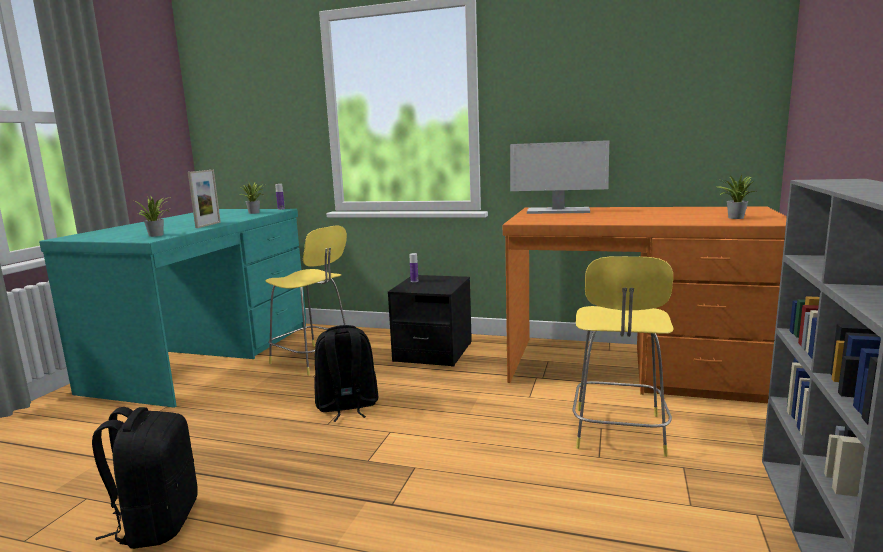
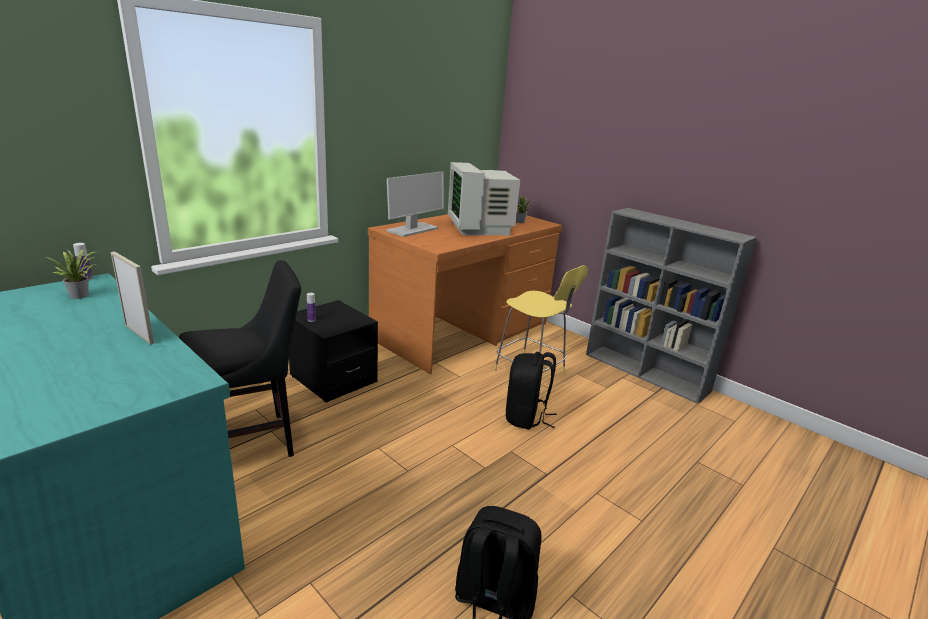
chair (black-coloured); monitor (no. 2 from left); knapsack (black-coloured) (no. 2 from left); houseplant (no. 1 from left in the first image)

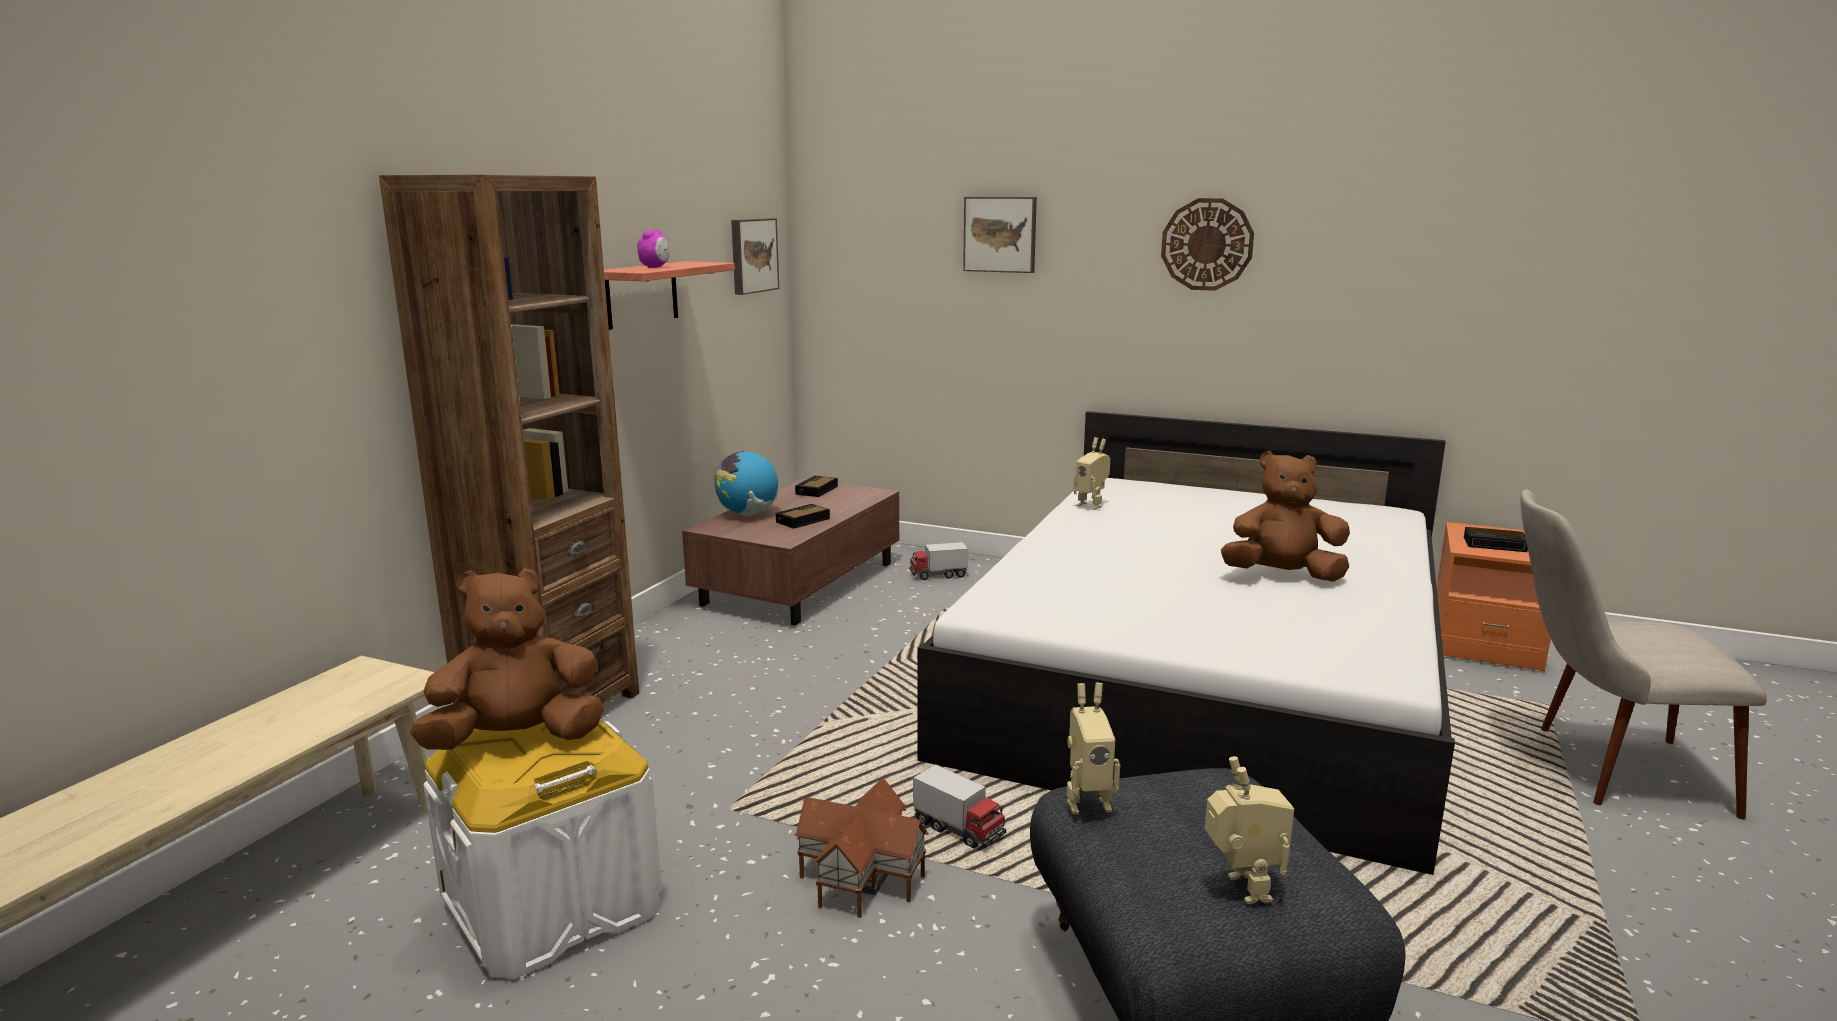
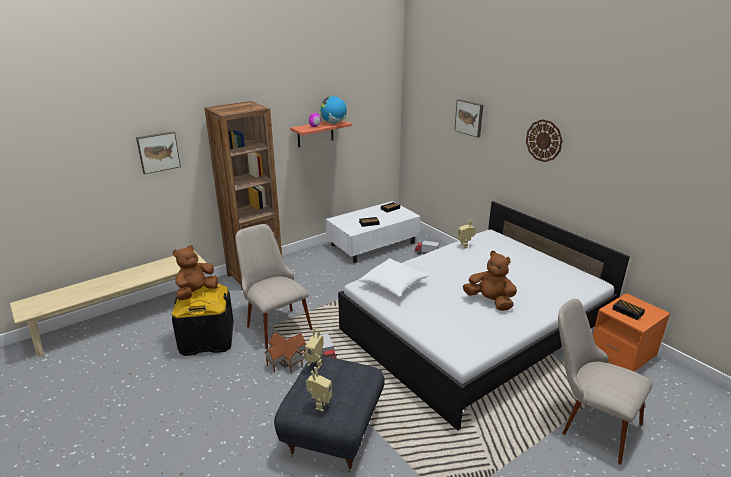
wall picture (no. 1 from left); storage bin (black-coloured); plush toy (brown-coloured) (no. 1 from left); chair (beige) (no. 1 from left); world globe; low table (white); cushion (white)

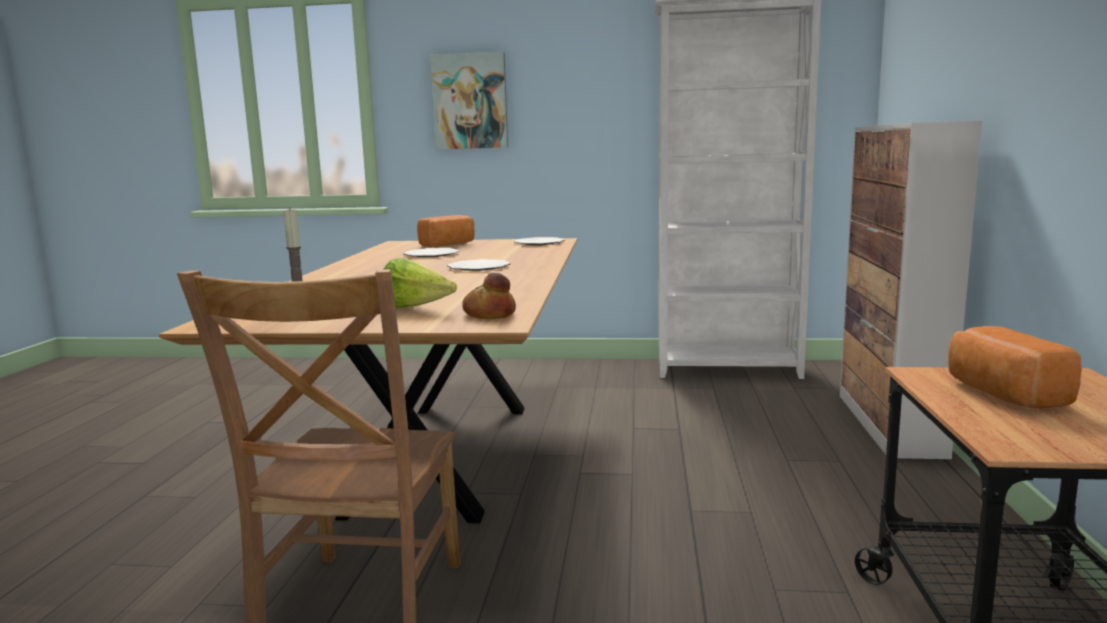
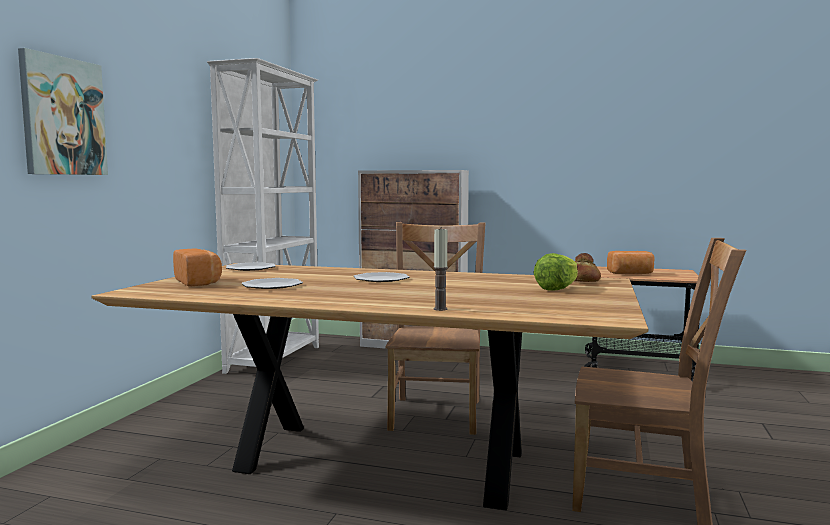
chair (brown-coloured) (no. 1 from left)

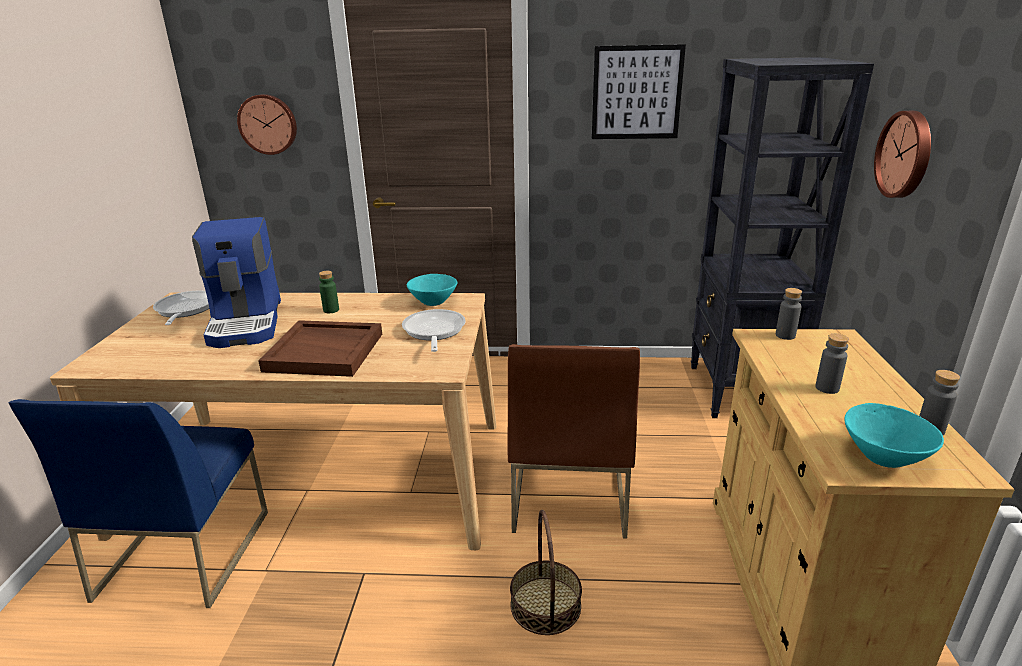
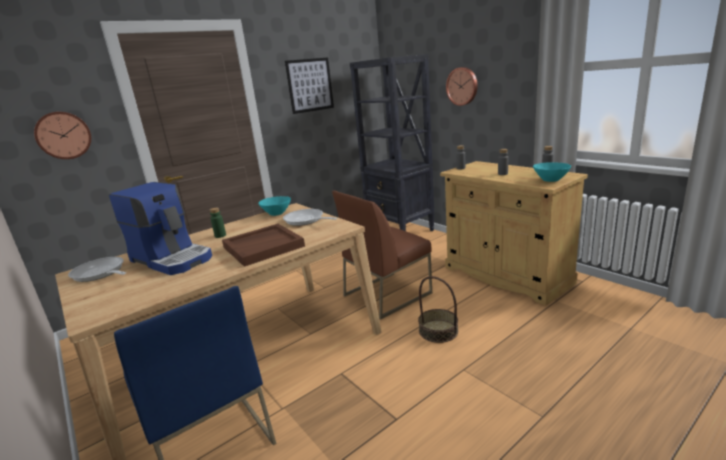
chair (brown-coloured)

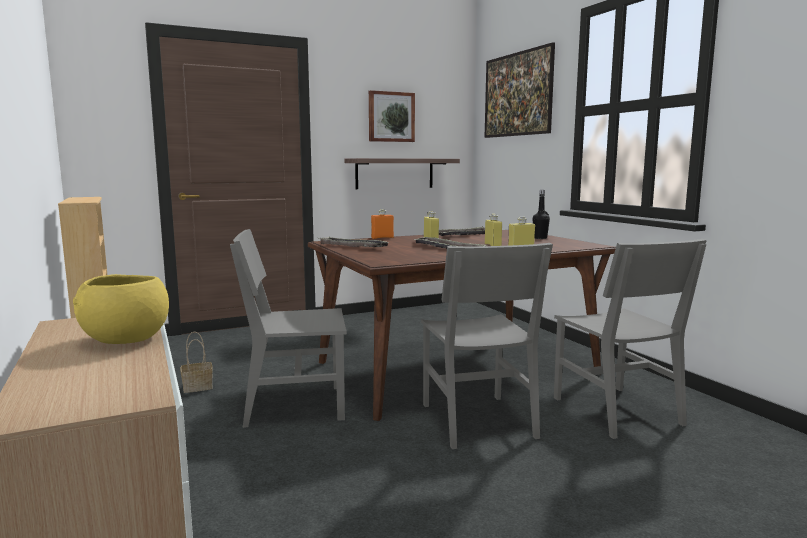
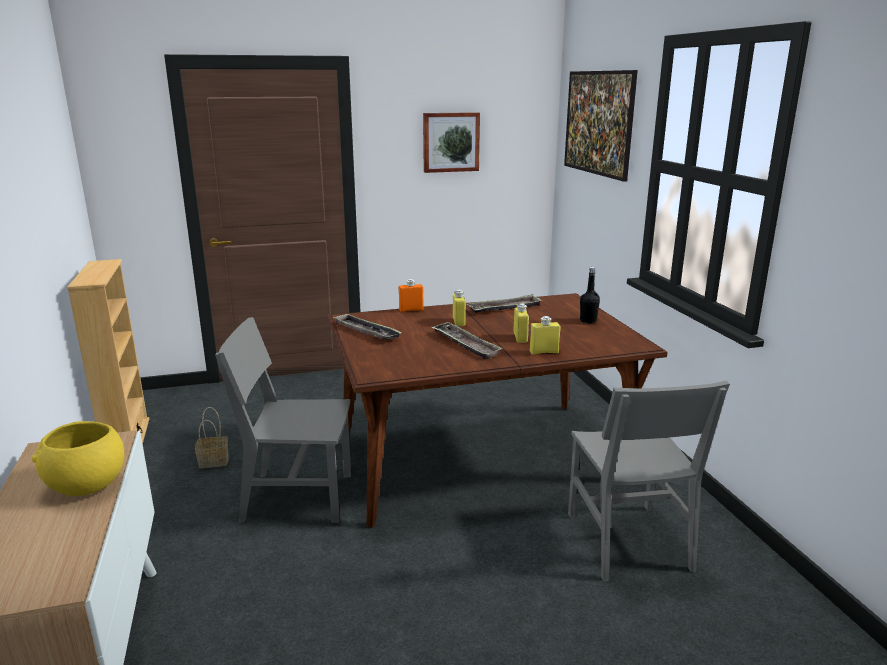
shelf; chair (grey) (no. 2 from left in the first image)

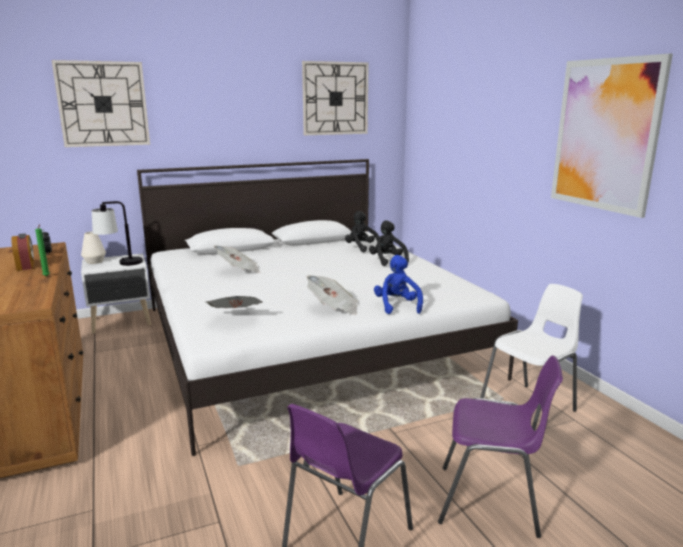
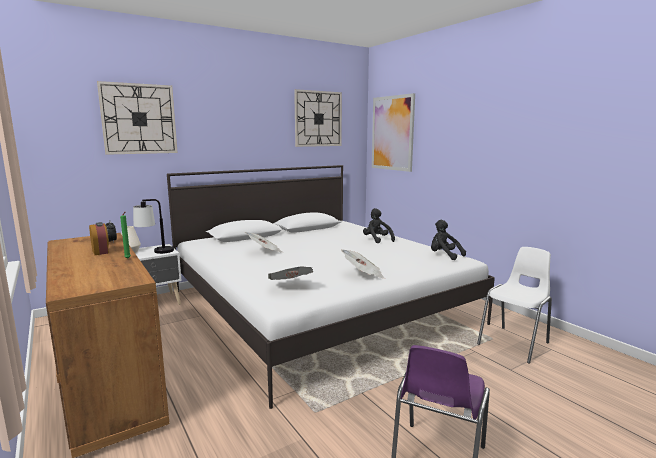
wall picture; plush toy (black-coloured) (no. 2 from left); plush toy (blue-coloured); chair (purple-coloured) (no. 2 from left in the first image)

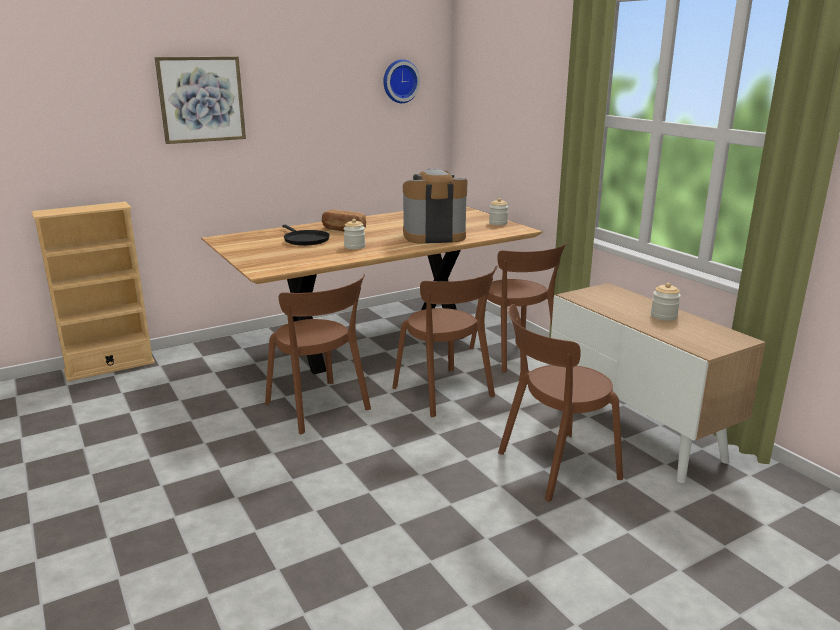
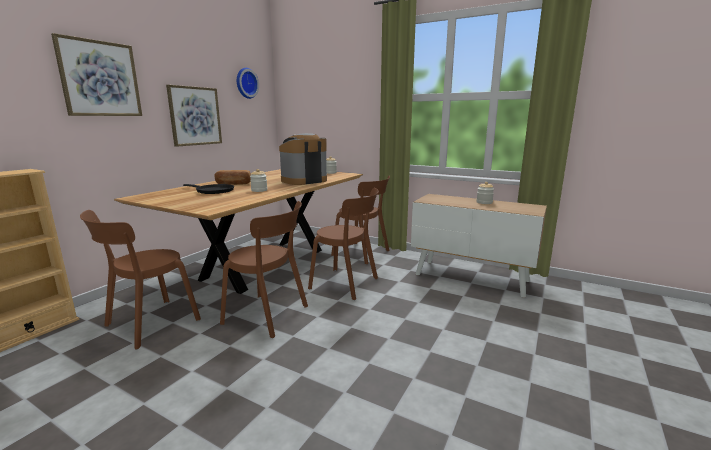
chair (brown-coloured) (no. 1 from left); wall picture (no. 2 from left)

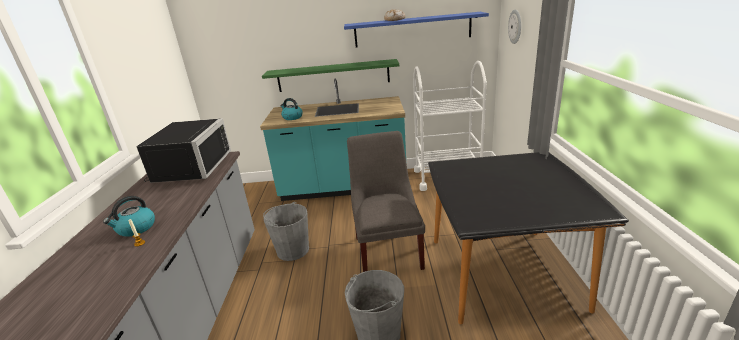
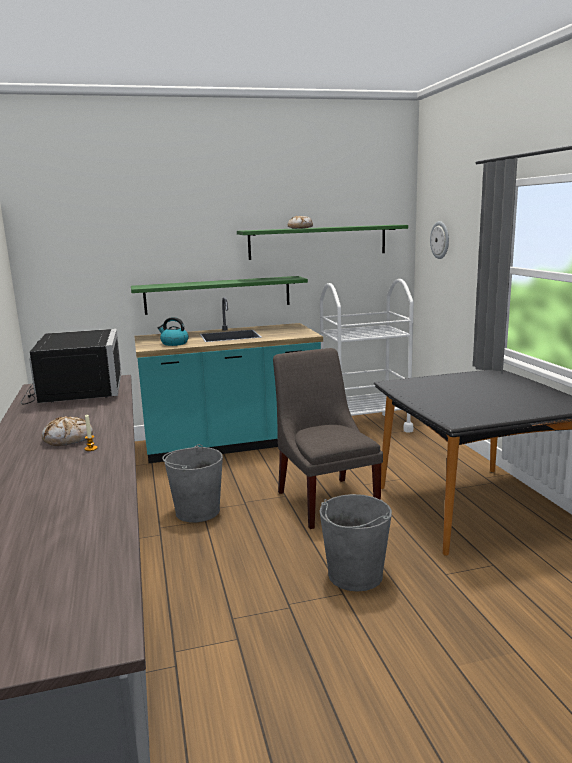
baked bread (no. 1 from left); shelf (green-coloured) (no. 2 from left)

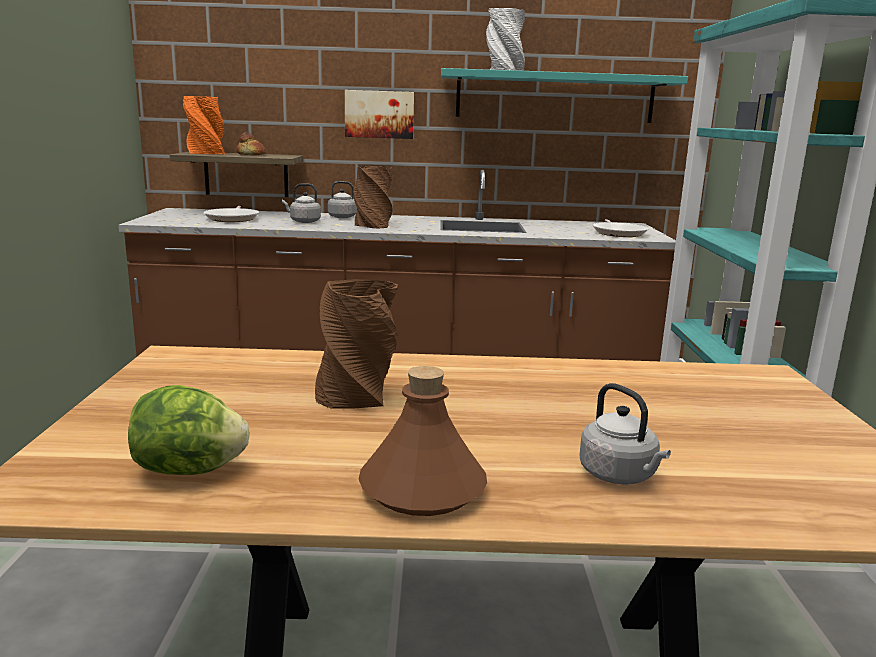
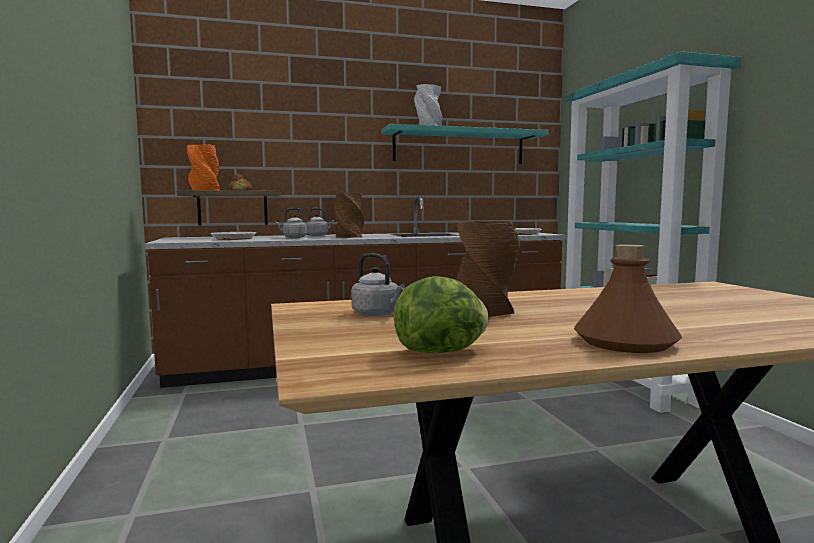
kettle (grey) (no. 3 from left); wall picture

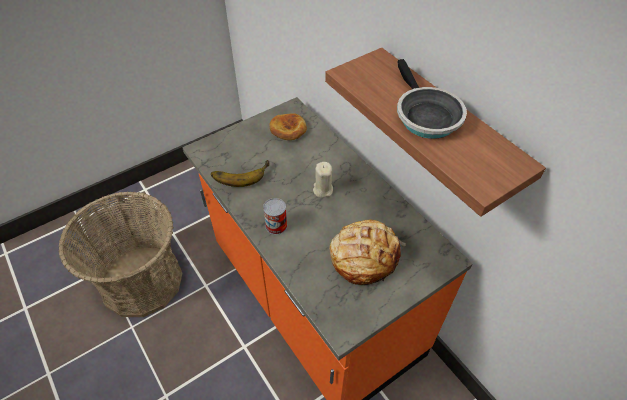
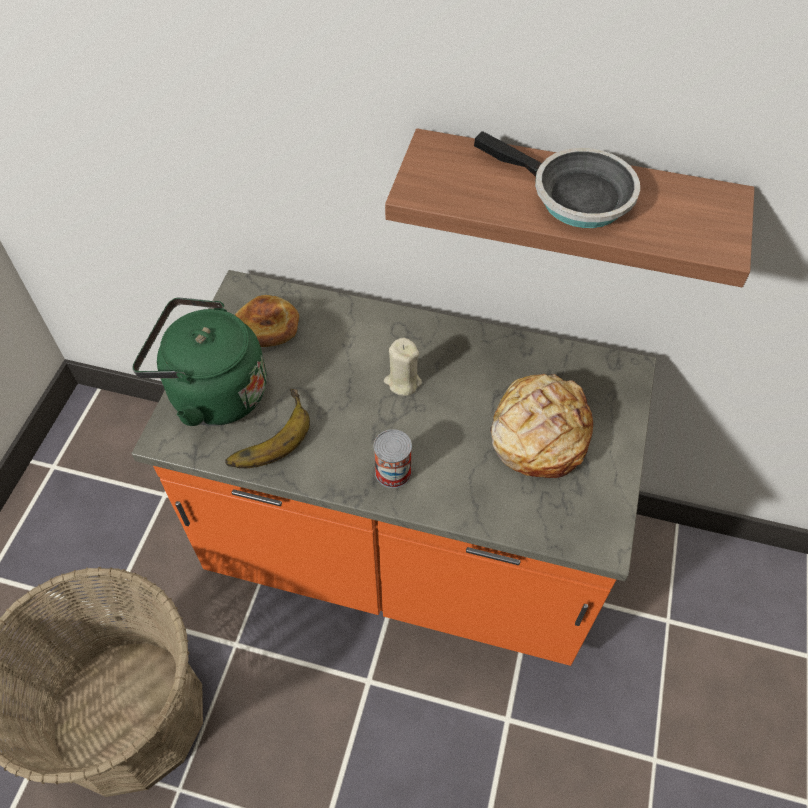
kettle (green-coloured)

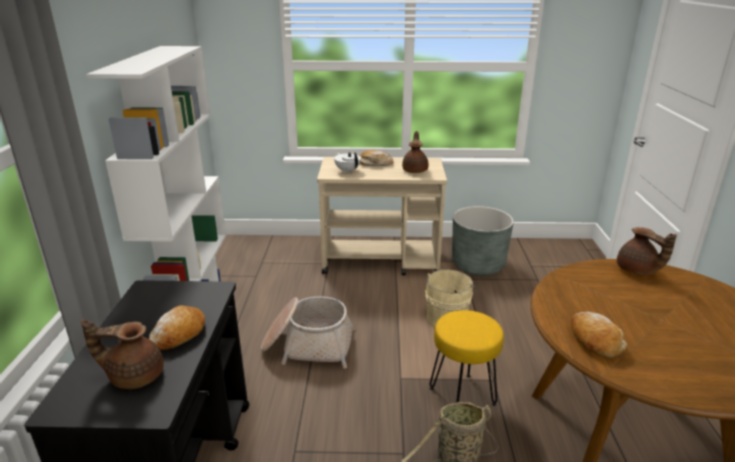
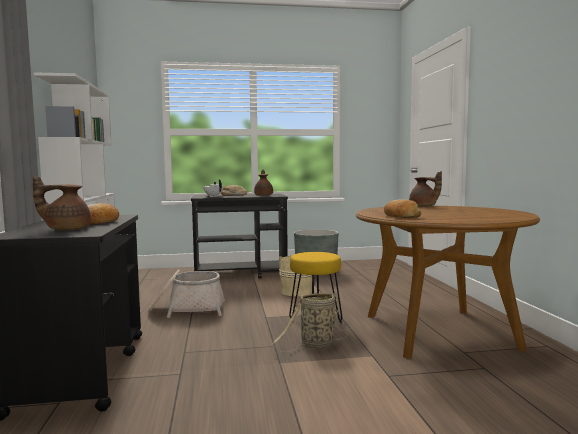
trolley (black-coloured) (no. 2 from left)

